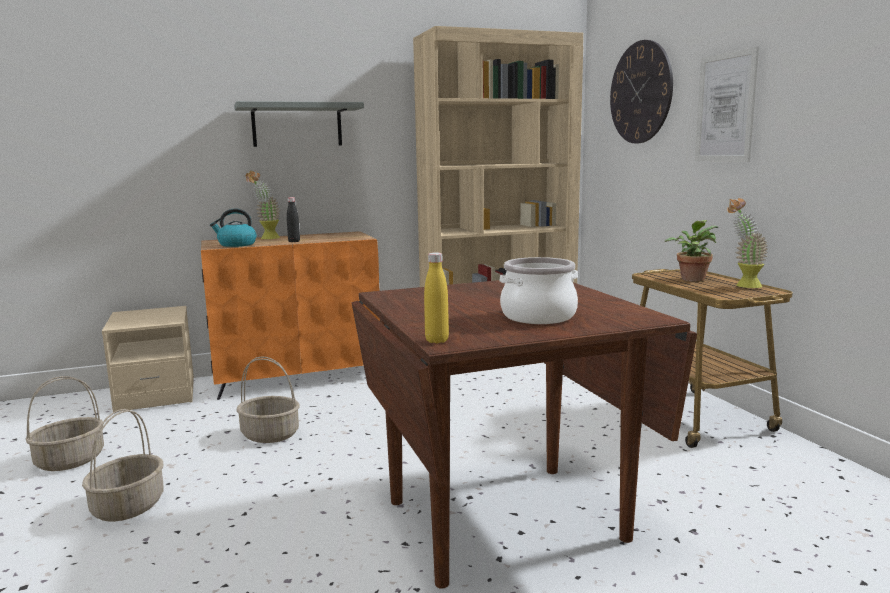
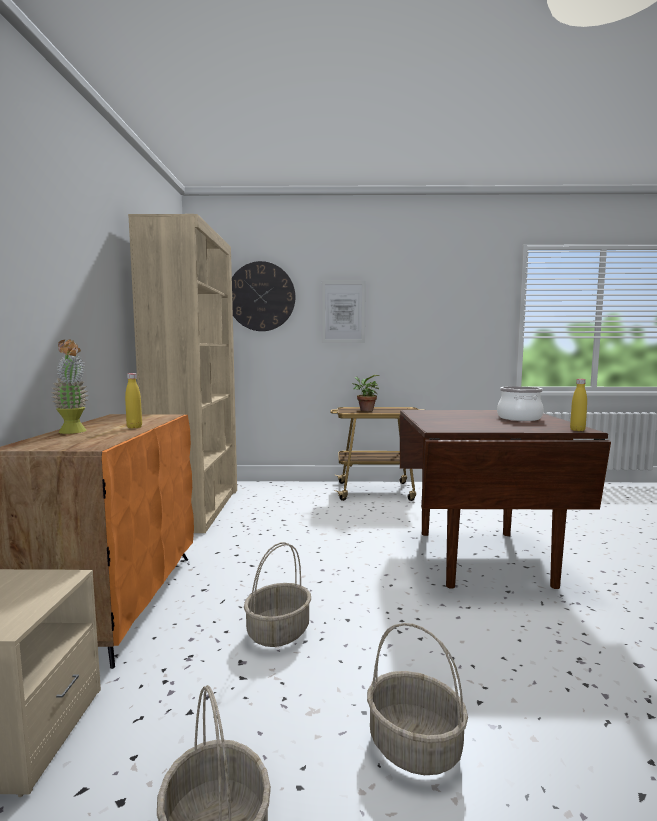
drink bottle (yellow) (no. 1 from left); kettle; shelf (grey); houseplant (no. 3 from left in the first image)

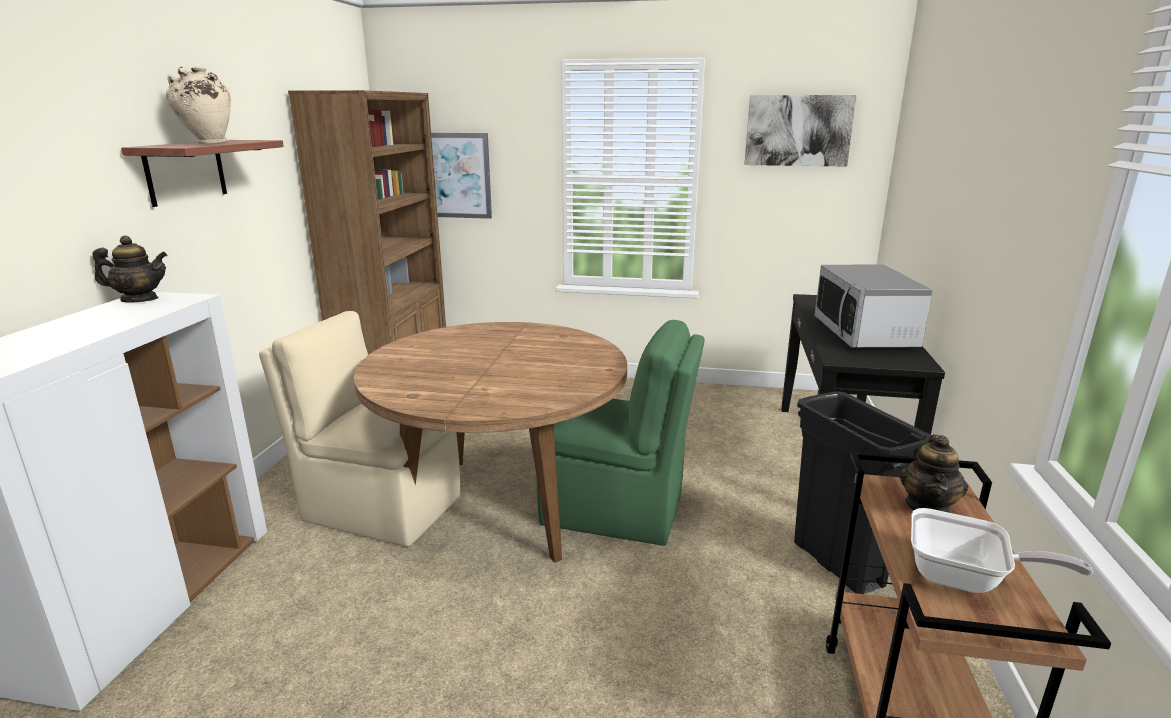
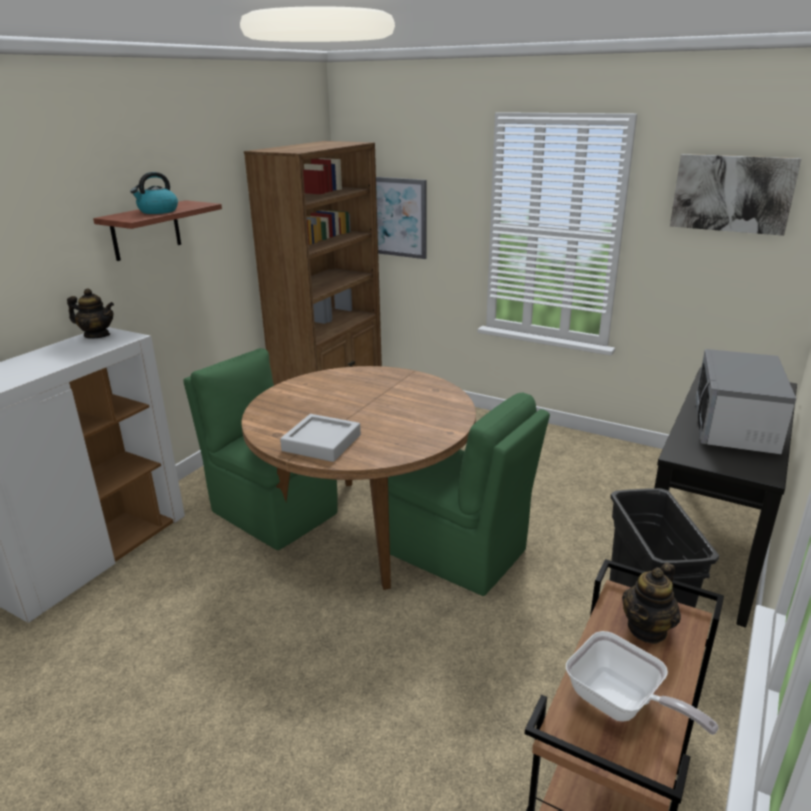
kettle; chair (green-coloured) (no. 1 from left); carrying tray (grey)

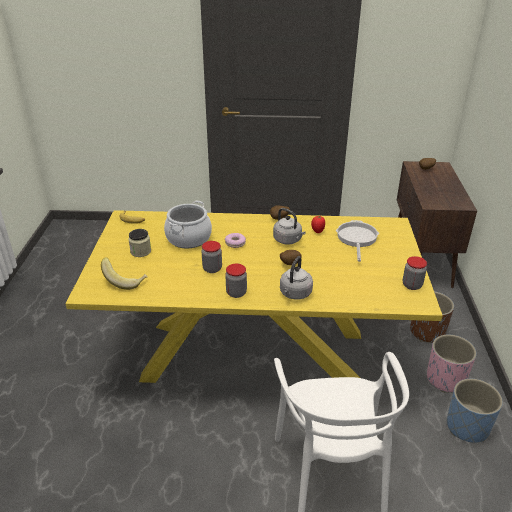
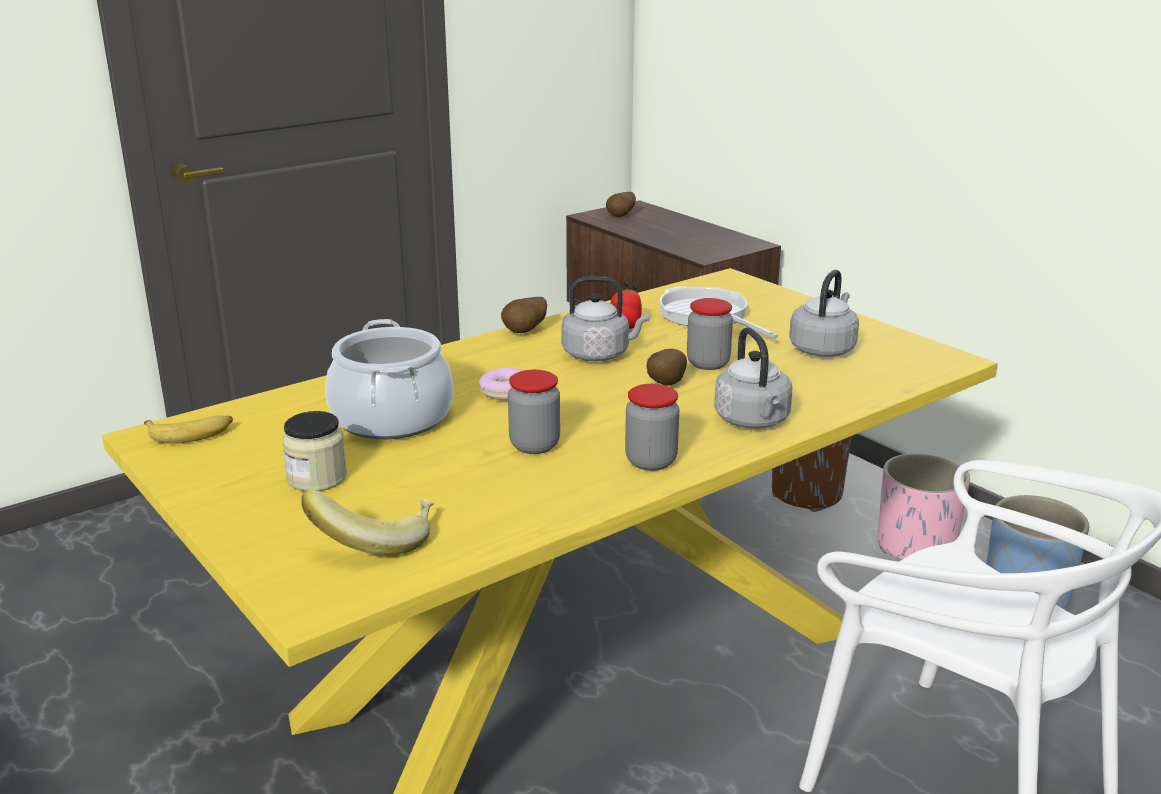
preserve jar (no. 4 from left); kettle (grey) (no. 3 from left)

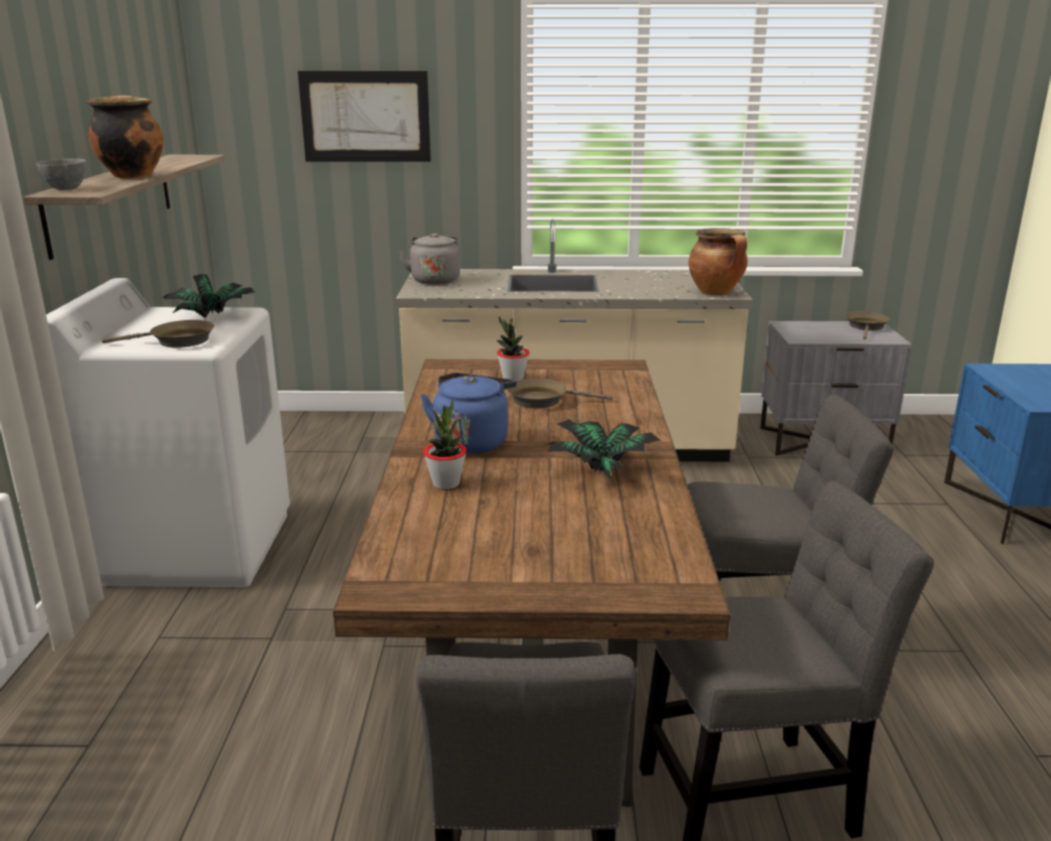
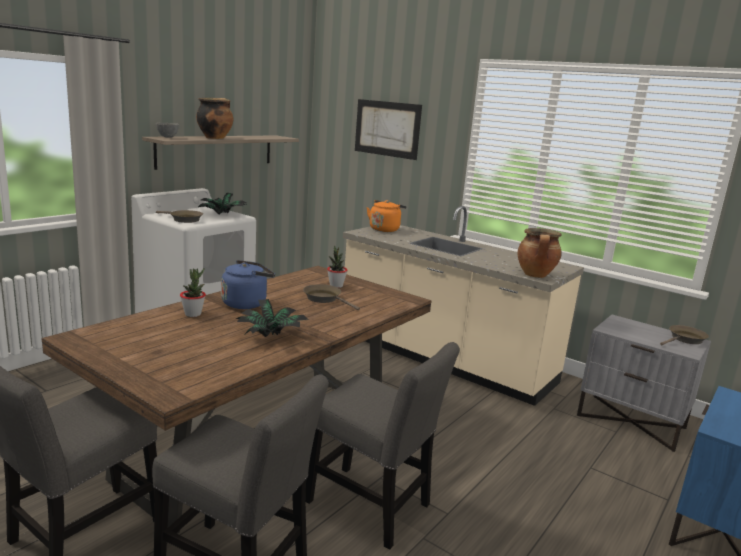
kettle (orange)

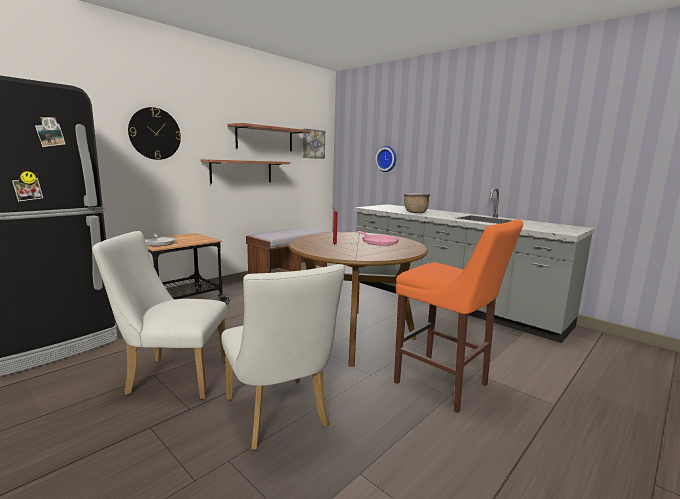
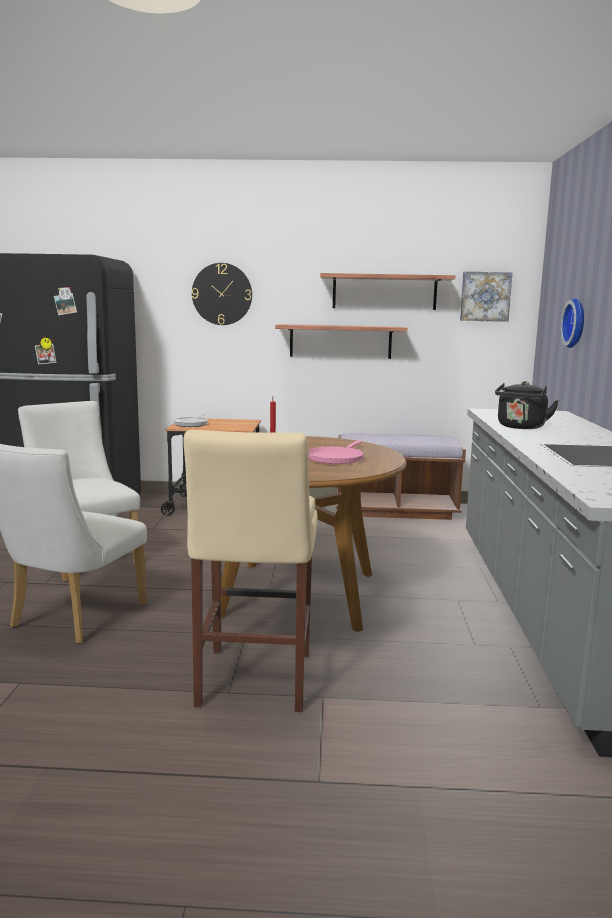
sitting stool (beige); kettle (black-coloured)

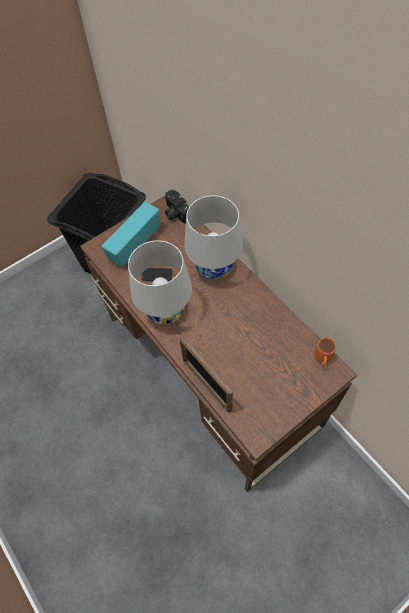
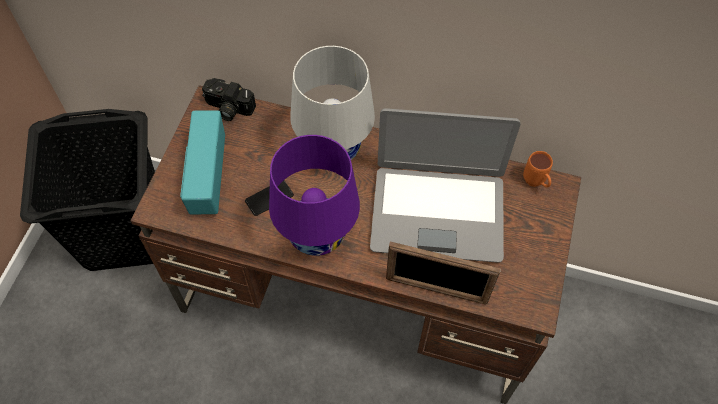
tabletop lamp (purple-coloured); notebook computer

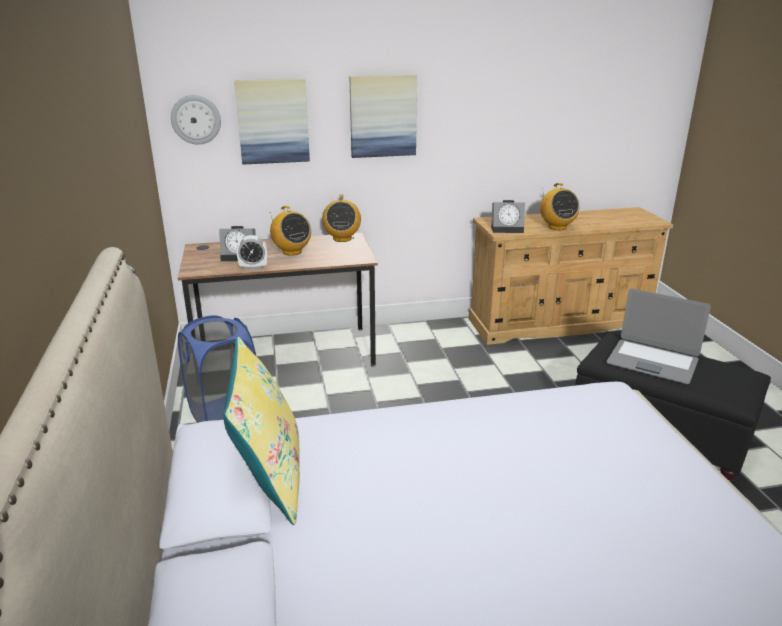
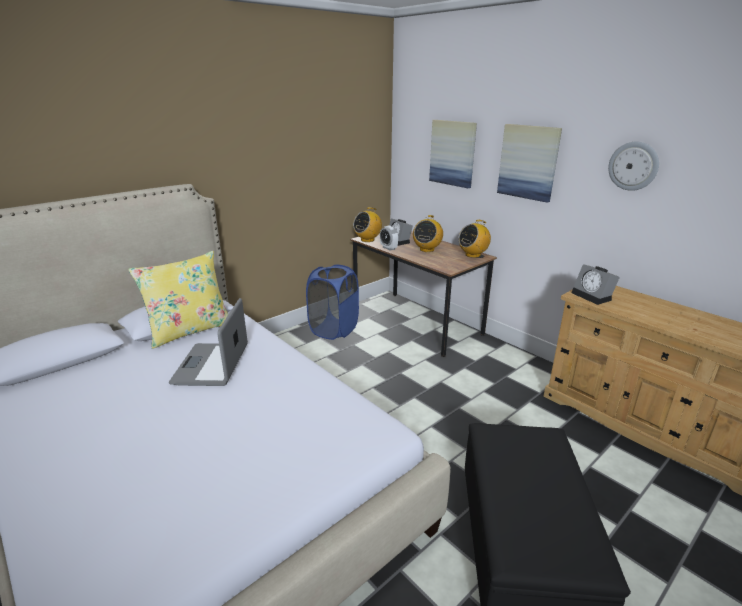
notebook computer; radio set (no. 1 from left); clock on the wall

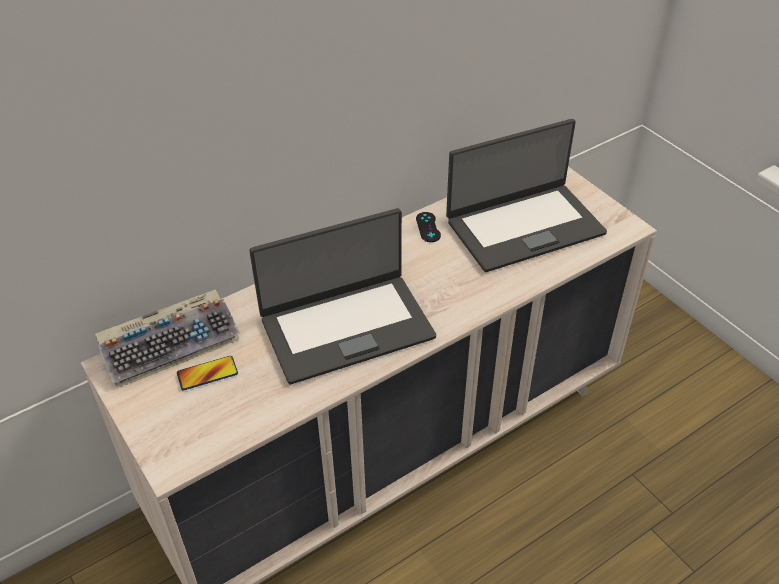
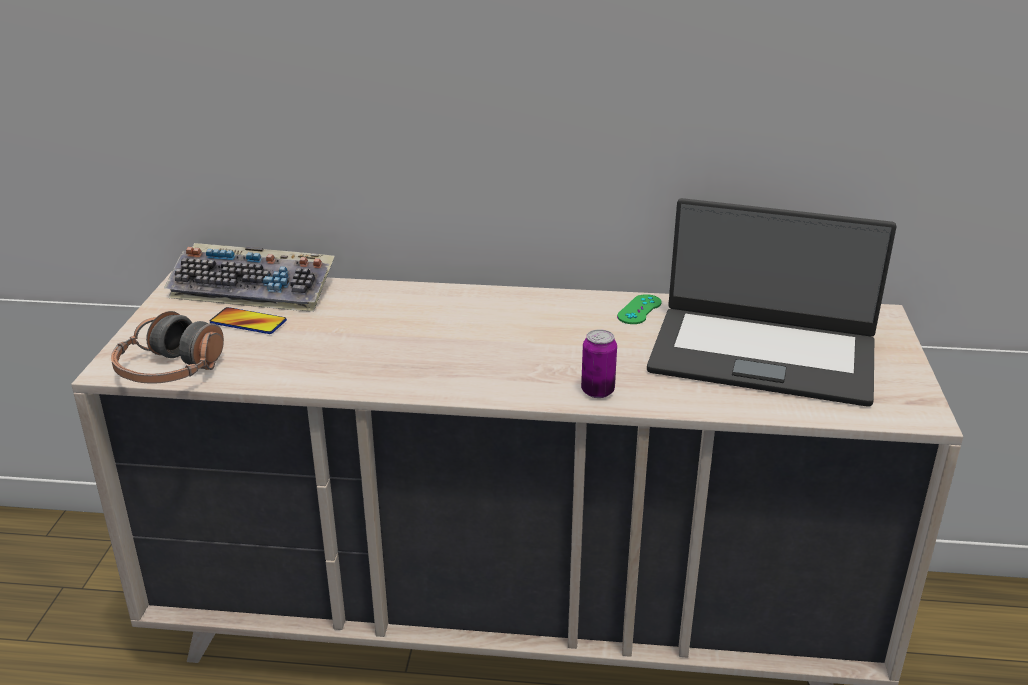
pair of headphones; sealed can; joypad (green-coloured); notebook computer (no. 1 from left in the first image)

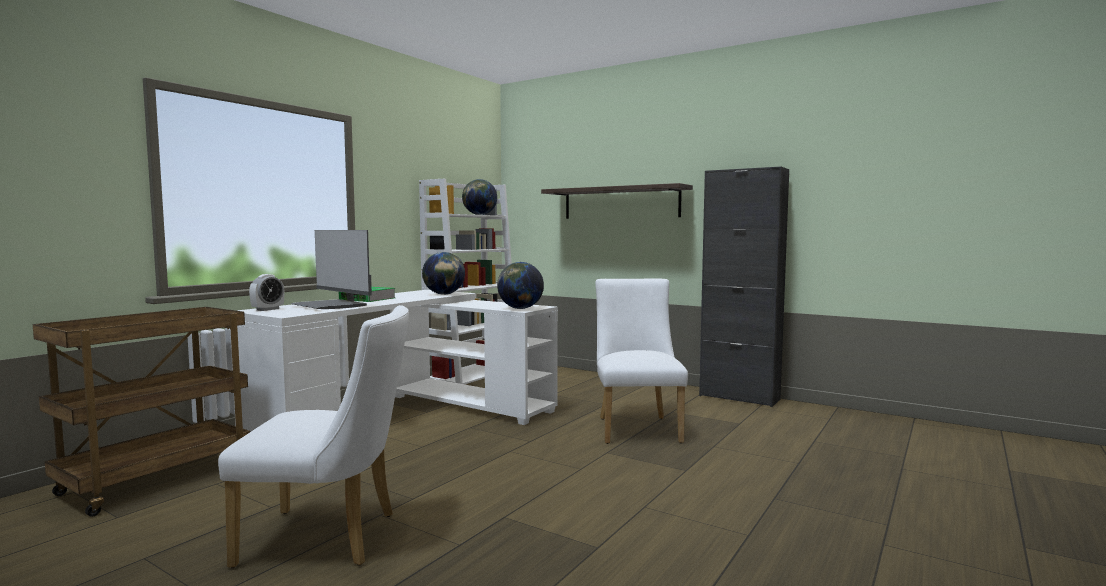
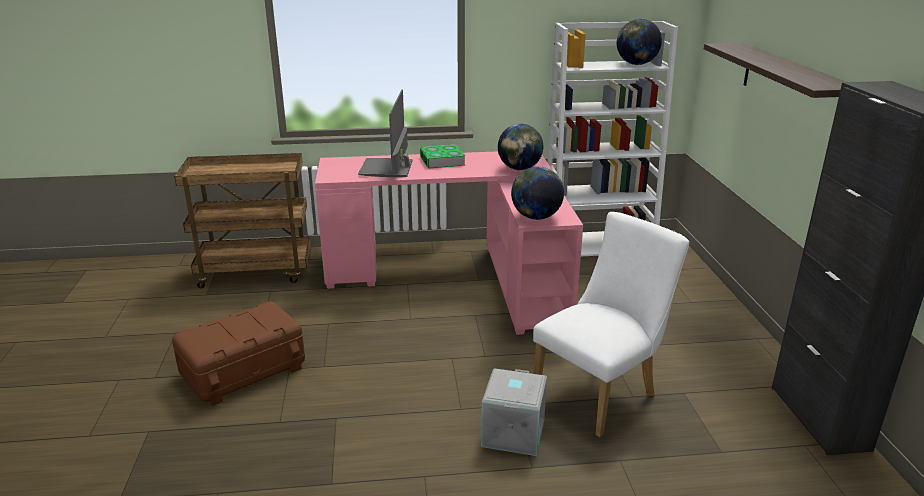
storage bin (brown-coloured); desk table (pink); storage bin (grey); table clock

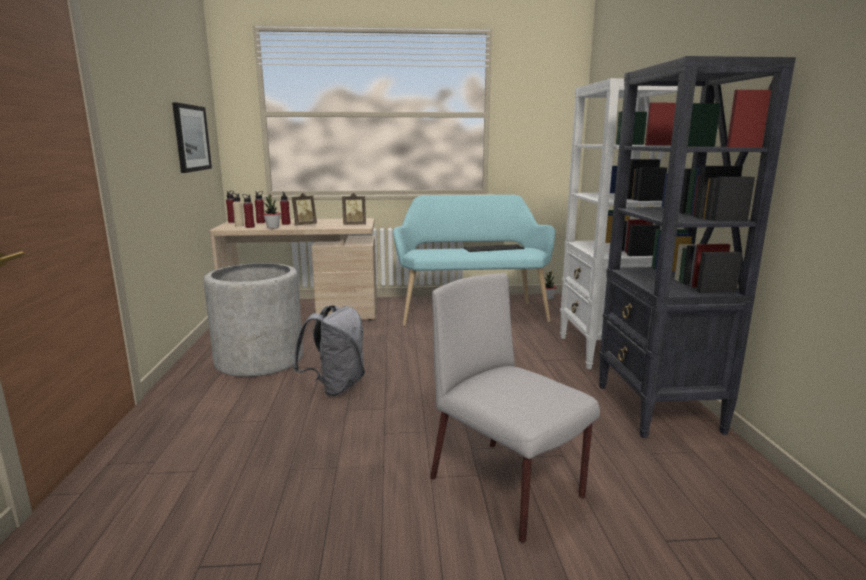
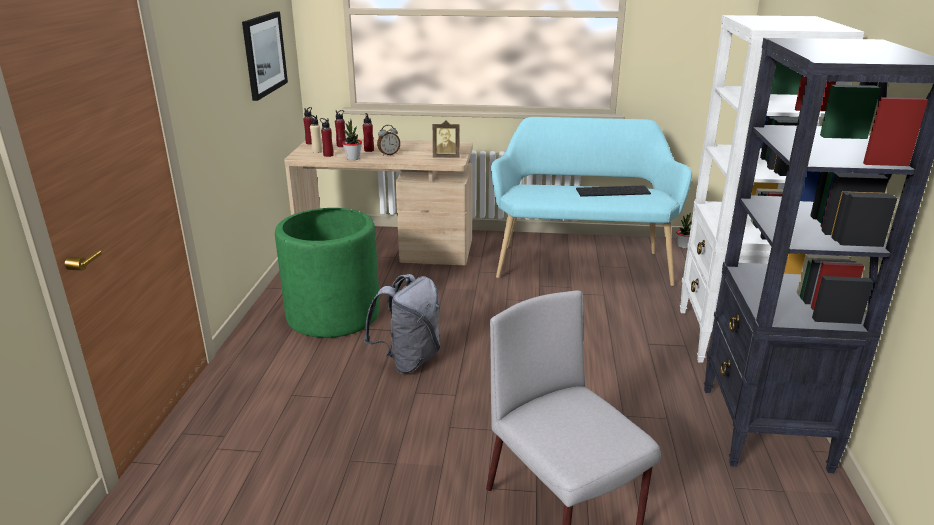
flower pot (green-coloured); table clock

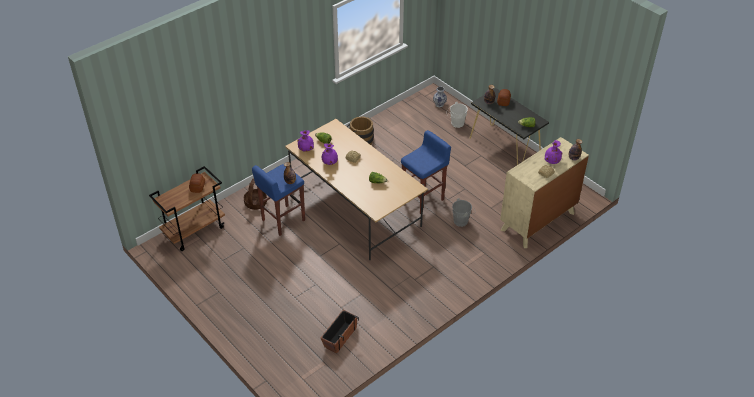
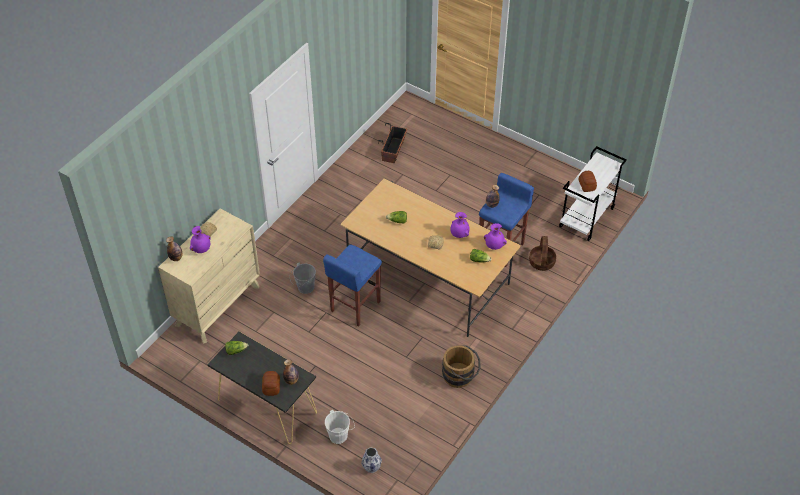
trolley (white)

